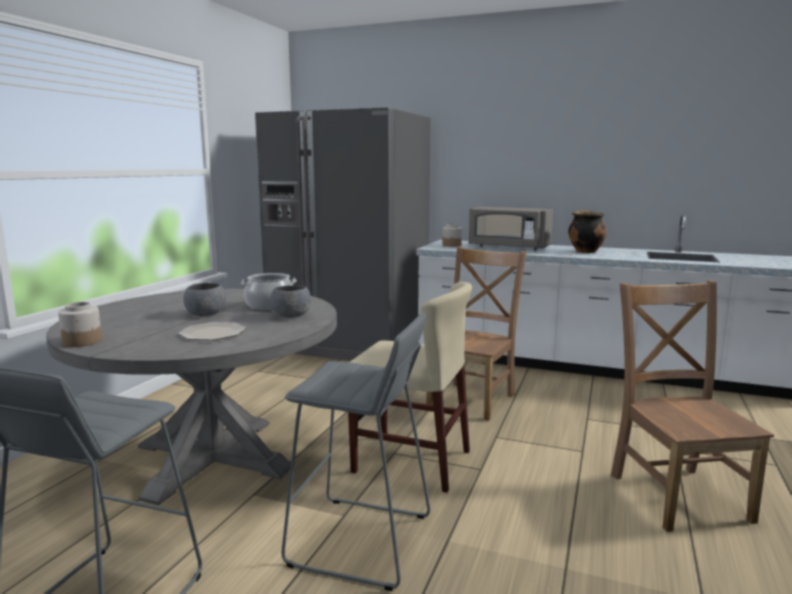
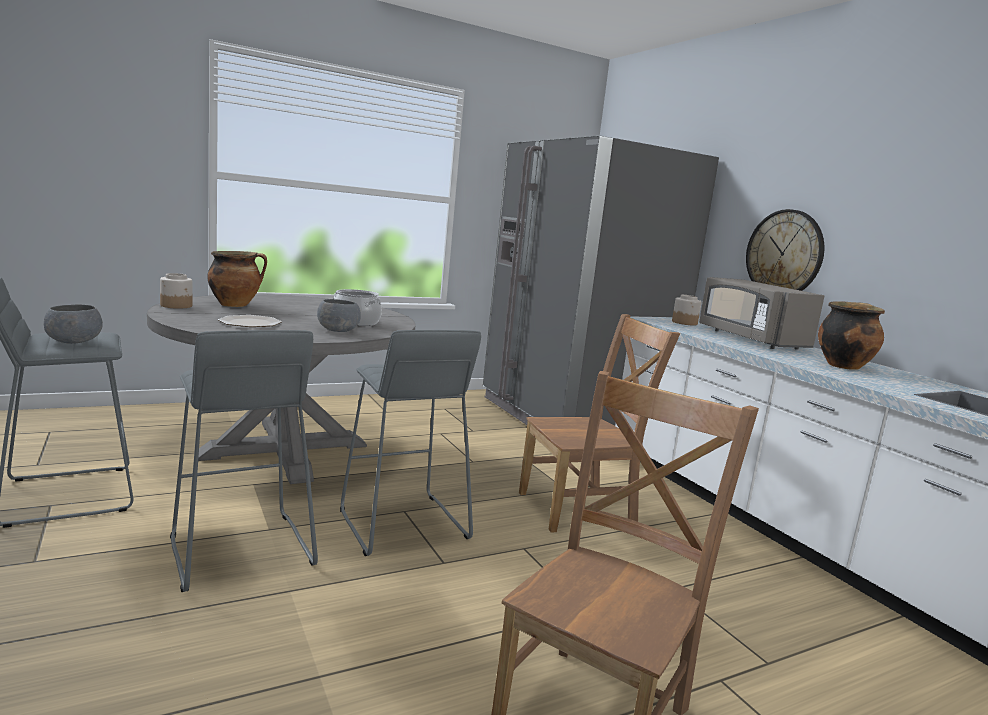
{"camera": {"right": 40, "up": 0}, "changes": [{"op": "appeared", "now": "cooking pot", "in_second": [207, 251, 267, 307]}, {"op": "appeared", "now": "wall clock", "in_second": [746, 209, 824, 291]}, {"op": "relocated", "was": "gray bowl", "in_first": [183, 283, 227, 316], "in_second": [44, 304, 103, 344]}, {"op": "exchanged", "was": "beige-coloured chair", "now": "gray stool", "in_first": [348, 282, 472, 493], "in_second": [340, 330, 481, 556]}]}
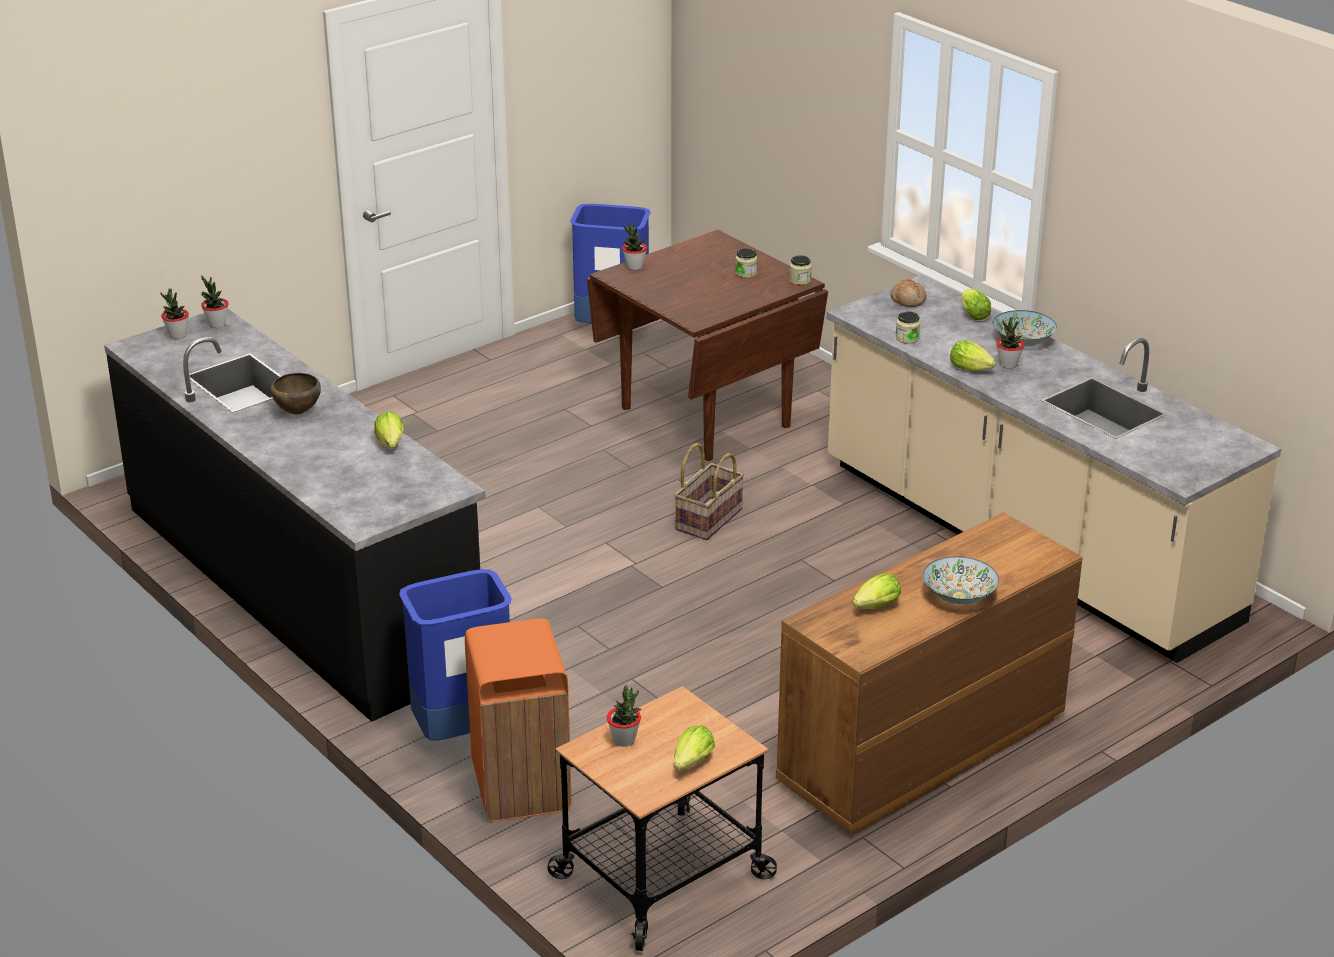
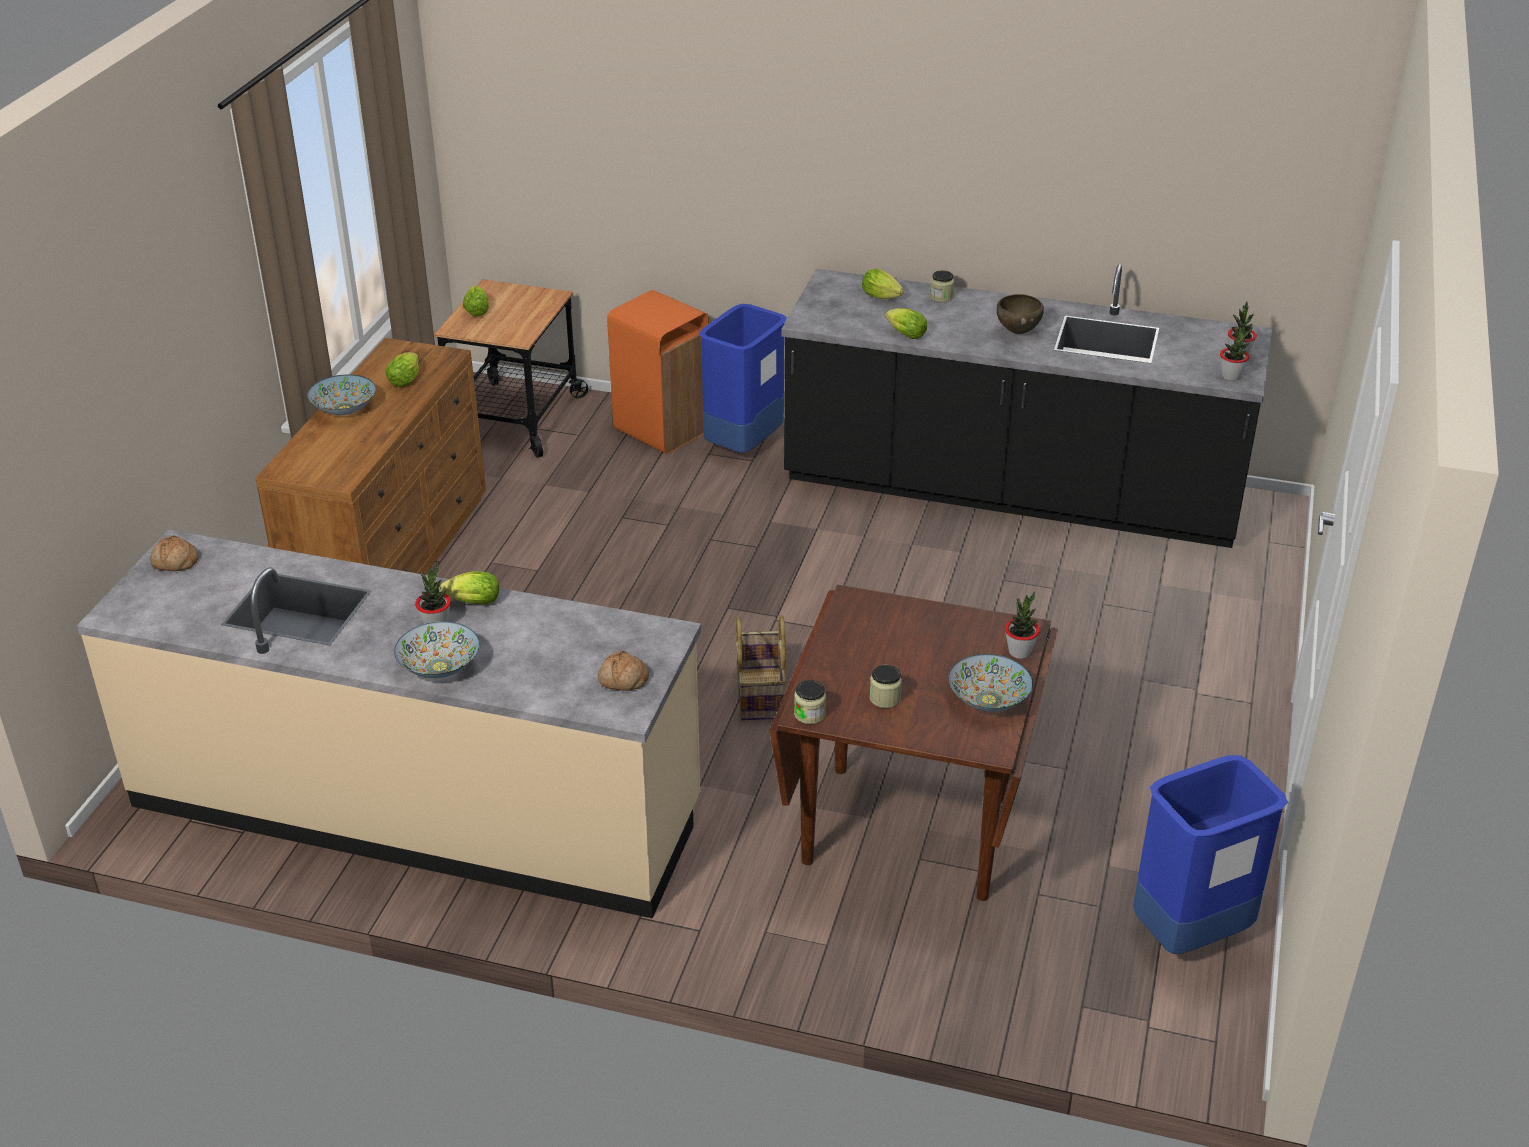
{"camera": {"right": 145, "up": 5}, "changes": [{"op": "missing", "was": "plant in a pot", "in_first": [607, 685, 641, 747]}, {"op": "appeared", "now": "bakery bread", "in_second": [150, 535, 199, 571]}, {"op": "appeared", "now": "bowl", "in_second": [948, 654, 1033, 712]}, {"op": "relocated", "was": "storage jar", "in_first": [896, 312, 920, 344], "in_second": [930, 270, 954, 302]}, {"op": "relocated", "was": "lettuce", "in_first": [962, 289, 991, 320], "in_second": [862, 268, 904, 299]}]}
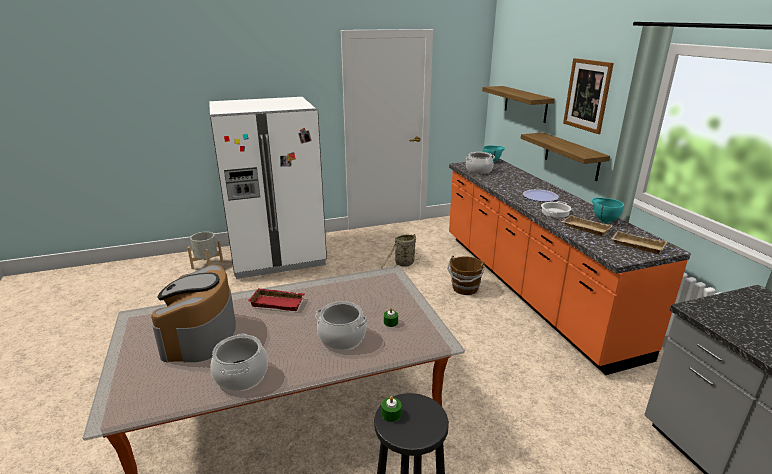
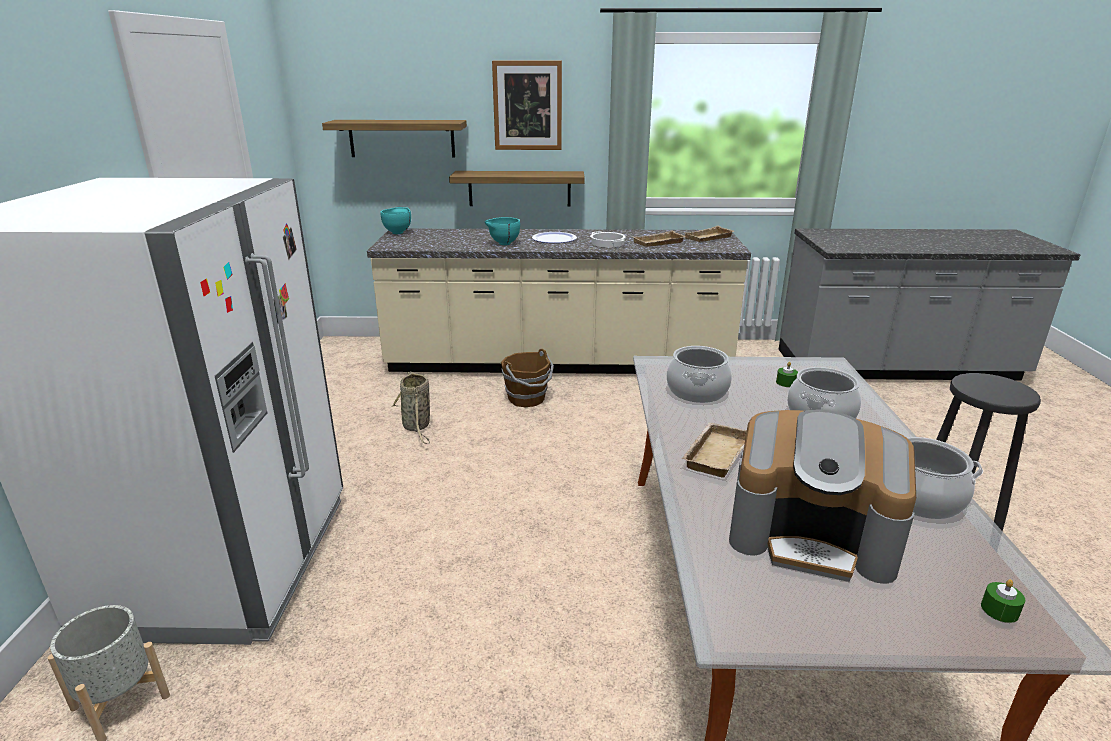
{"camera": {"right": -70, "up": 0}, "changes": [{"op": "relocated", "was": "green wax candle", "in_first": [382, 396, 402, 422], "in_second": [981, 579, 1025, 623]}, {"op": "relocated", "was": "cooking pot", "in_first": [465, 152, 495, 174], "in_second": [667, 346, 732, 403]}, {"op": "relocated", "was": "turquoise-coloured bowl", "in_first": [592, 197, 624, 223], "in_second": [485, 217, 520, 245]}, {"op": "colour", "was": "red serving tray", "now": "beige-coloured serving tray", "in_first": [248, 288, 305, 311], "in_second": [682, 422, 747, 478]}, {"op": "colour", "was": "orange counter", "now": "beige-coloured counter", "in_first": [449, 159, 691, 375], "in_second": [367, 229, 751, 374]}]}
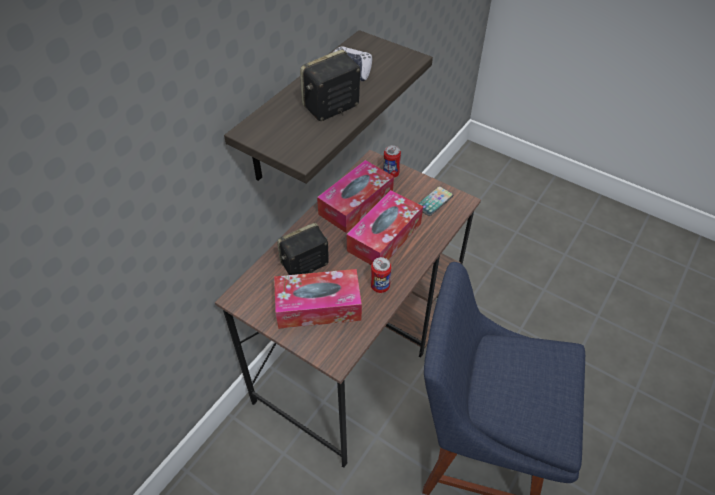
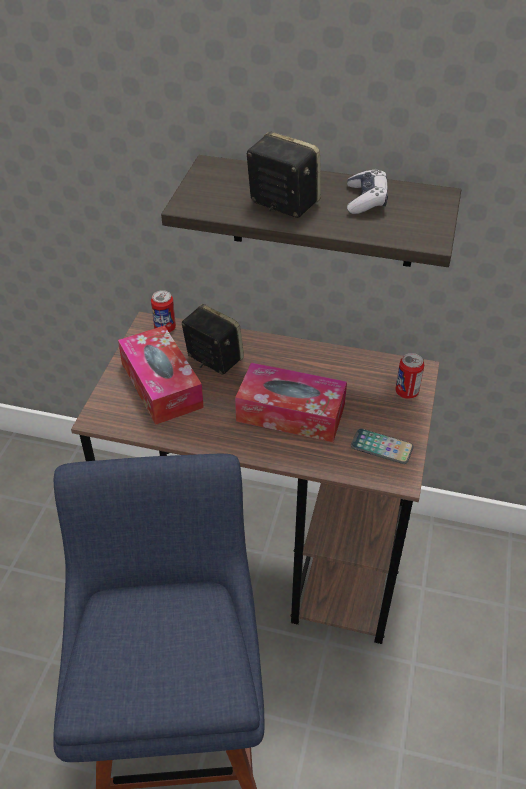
{"camera": {"right": 70, "up": -5}, "changes": [{"op": "missing", "was": "tissue holder", "in_first": [317, 160, 394, 233]}, {"op": "relocated", "was": "can", "in_first": [371, 257, 391, 293], "in_second": [151, 290, 176, 332]}]}
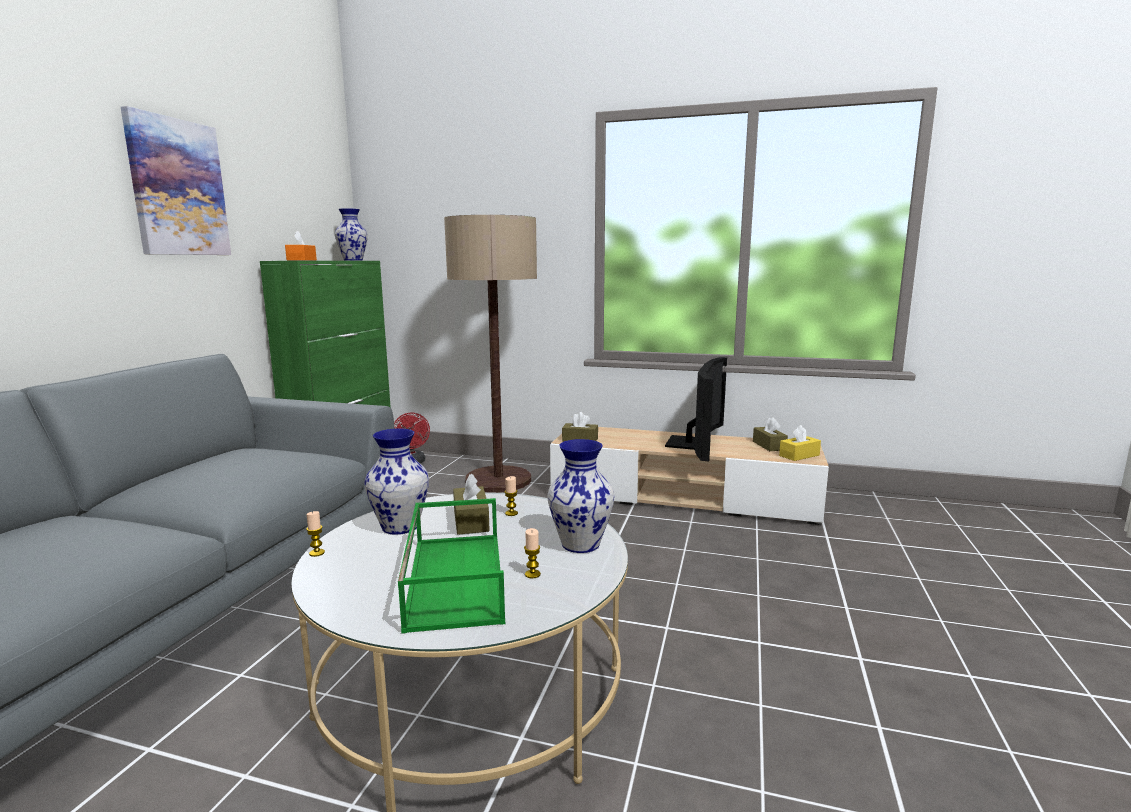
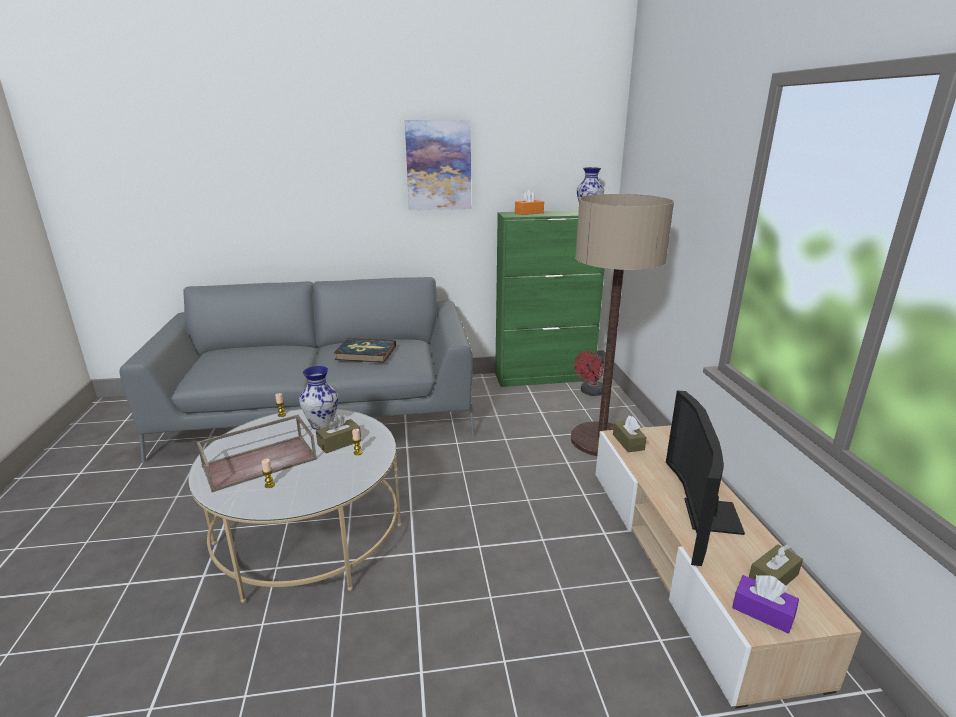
{"camera": {"right": 65, "up": 10}, "changes": [{"op": "missing", "was": "flower vase", "in_first": [547, 439, 614, 553]}, {"op": "appeared", "now": "volume", "in_second": [334, 338, 396, 363]}, {"op": "colour", "was": "green serving tray", "now": "brown serving tray", "in_first": [398, 498, 505, 633], "in_second": [196, 415, 317, 492]}, {"op": "colour", "was": "yellow tissue holder", "now": "purple tissue holder", "in_first": [779, 425, 821, 461], "in_second": [732, 575, 799, 634]}, {"op": "spun", "was": "TV", "in_first": [665, 357, 727, 462], "in_second": [666, 390, 745, 566], "clockwise": 105}]}
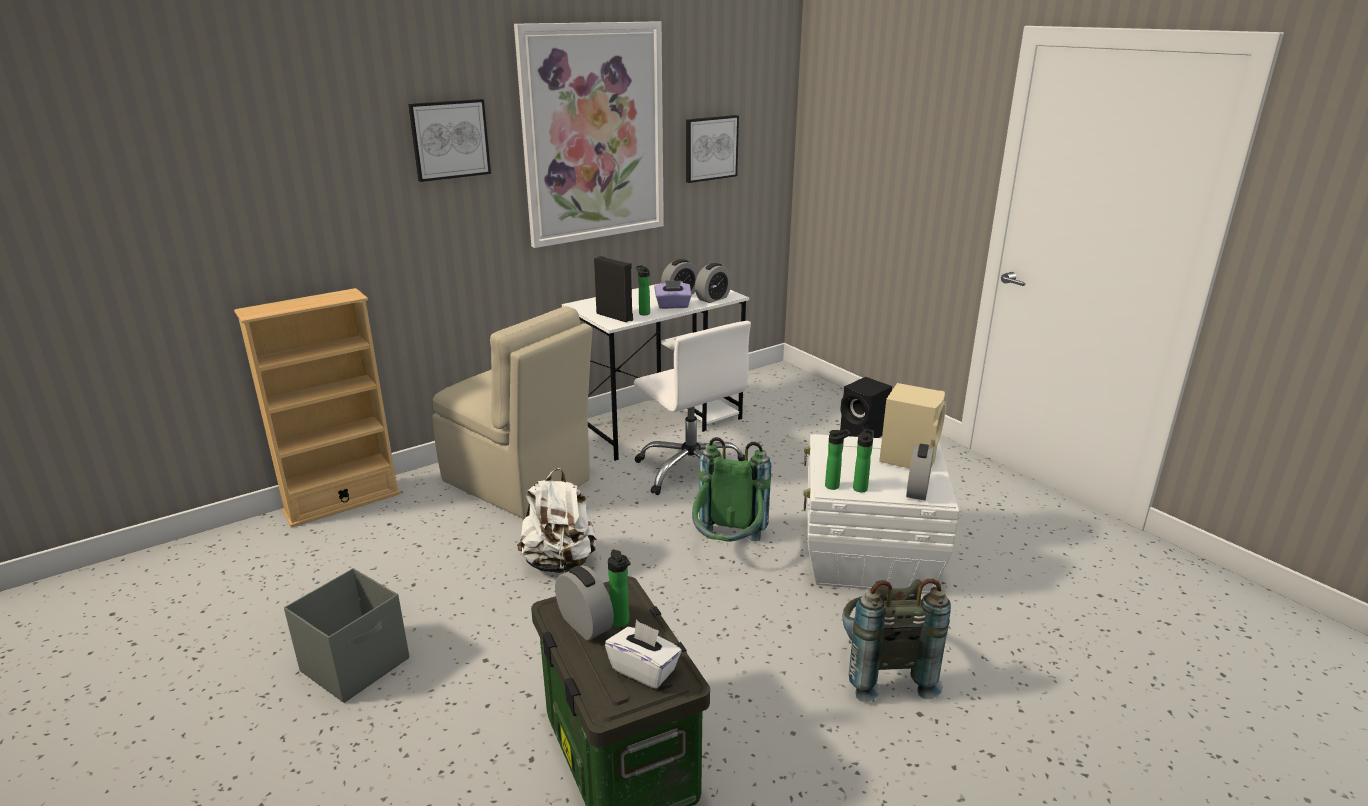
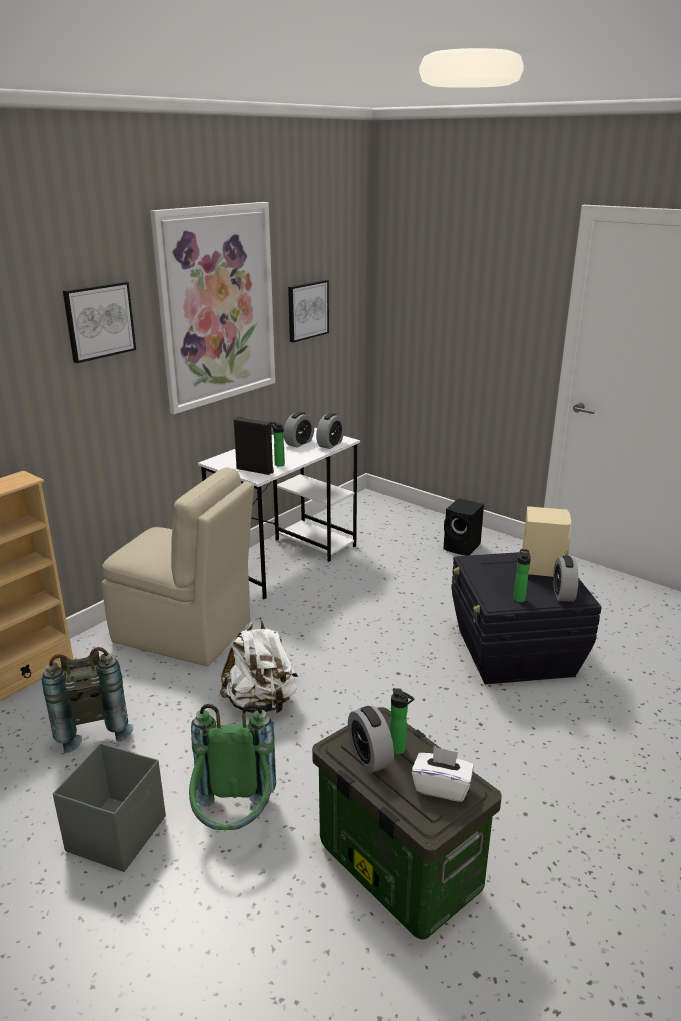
{"camera": {"right": -15, "up": 0}, "changes": [{"op": "missing", "was": "white computer chair", "in_first": [634, 321, 751, 495]}, {"op": "missing", "was": "purple tissue holder", "in_first": [654, 280, 692, 309]}, {"op": "missing", "was": "beverage bottle", "in_first": [825, 429, 851, 490]}, {"op": "relocated", "was": "green backpack", "in_first": [692, 437, 771, 542], "in_second": [189, 704, 276, 830]}, {"op": "relocated", "was": "gray backpack", "in_first": [843, 579, 951, 702], "in_second": [42, 647, 133, 753]}, {"op": "colour", "was": "white storage box", "now": "black-coloured storage box", "in_first": [803, 434, 959, 594], "in_second": [451, 552, 602, 684]}, {"op": "spun", "was": "bedside clock", "in_first": [555, 565, 614, 641], "in_second": [348, 706, 394, 773], "clockwise": -150}]}
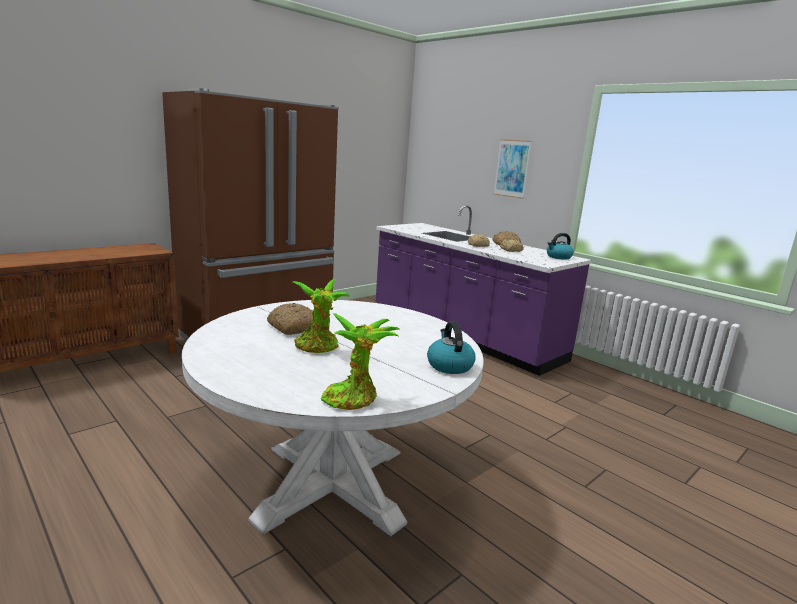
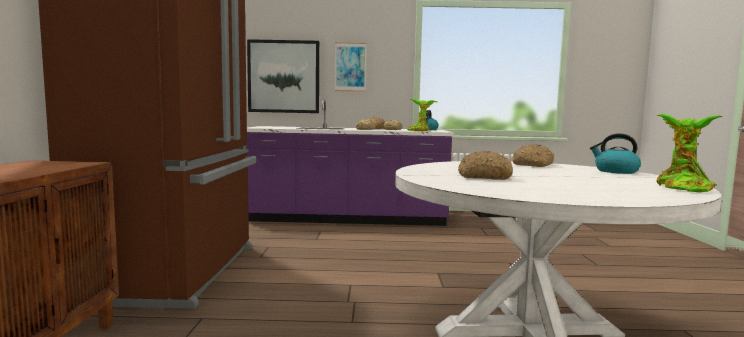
{"camera": {"right": -45, "up": -10}, "changes": [{"op": "appeared", "now": "wall art", "in_second": [247, 39, 319, 113]}, {"op": "appeared", "now": "bakery bread", "in_second": [513, 144, 554, 167]}, {"op": "relocated", "was": "plant in a pot", "in_first": [293, 279, 351, 353], "in_second": [407, 99, 437, 131]}]}
